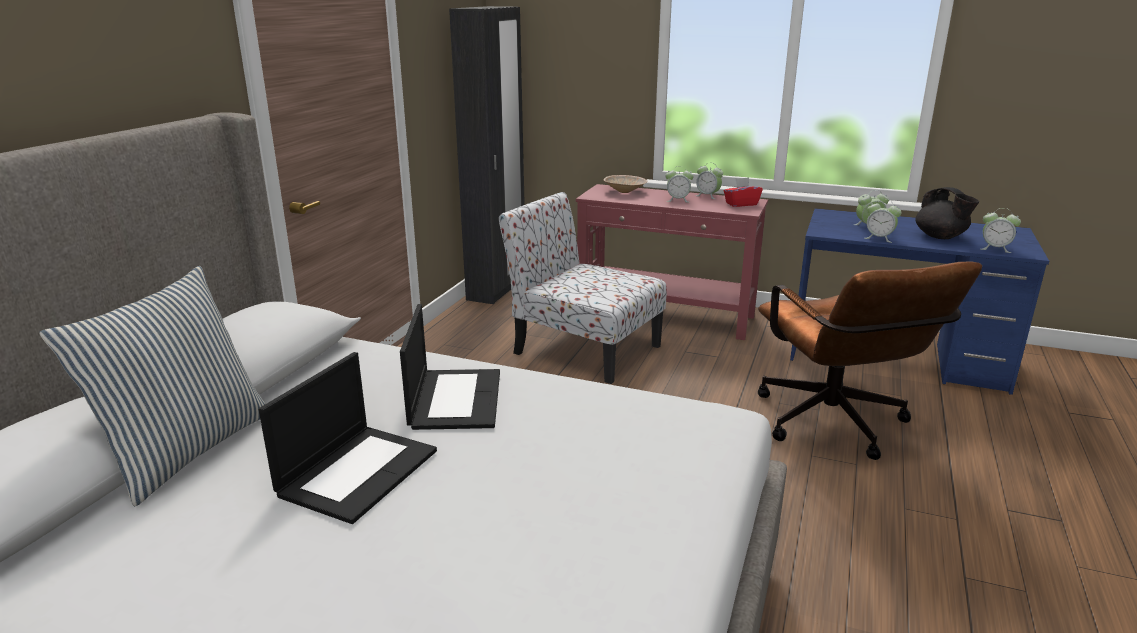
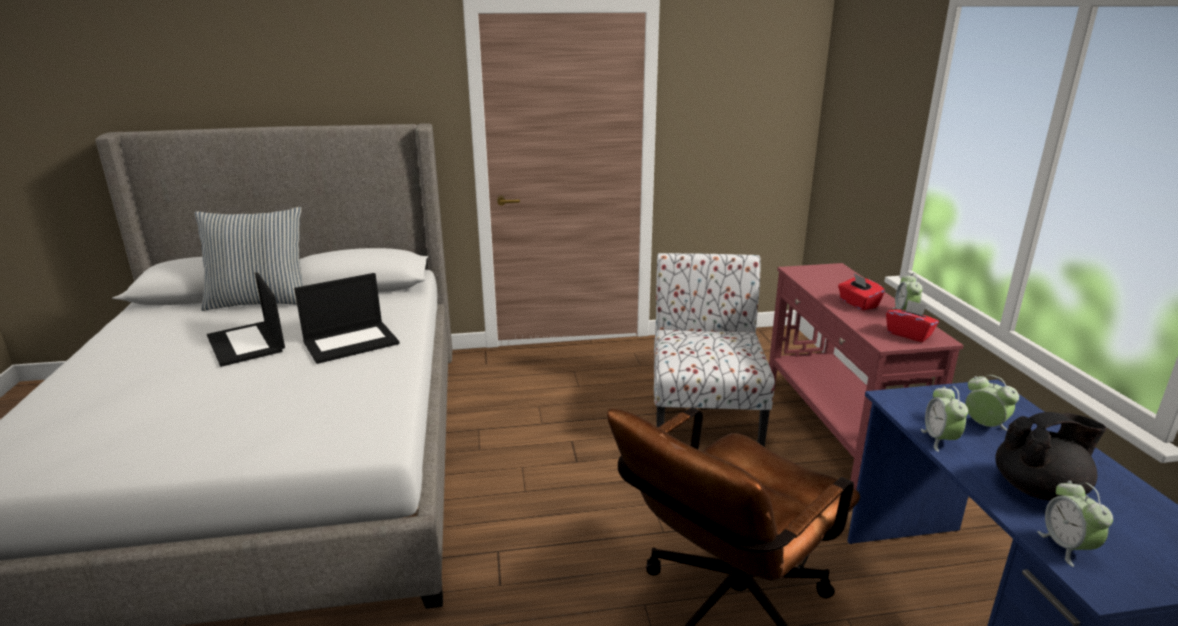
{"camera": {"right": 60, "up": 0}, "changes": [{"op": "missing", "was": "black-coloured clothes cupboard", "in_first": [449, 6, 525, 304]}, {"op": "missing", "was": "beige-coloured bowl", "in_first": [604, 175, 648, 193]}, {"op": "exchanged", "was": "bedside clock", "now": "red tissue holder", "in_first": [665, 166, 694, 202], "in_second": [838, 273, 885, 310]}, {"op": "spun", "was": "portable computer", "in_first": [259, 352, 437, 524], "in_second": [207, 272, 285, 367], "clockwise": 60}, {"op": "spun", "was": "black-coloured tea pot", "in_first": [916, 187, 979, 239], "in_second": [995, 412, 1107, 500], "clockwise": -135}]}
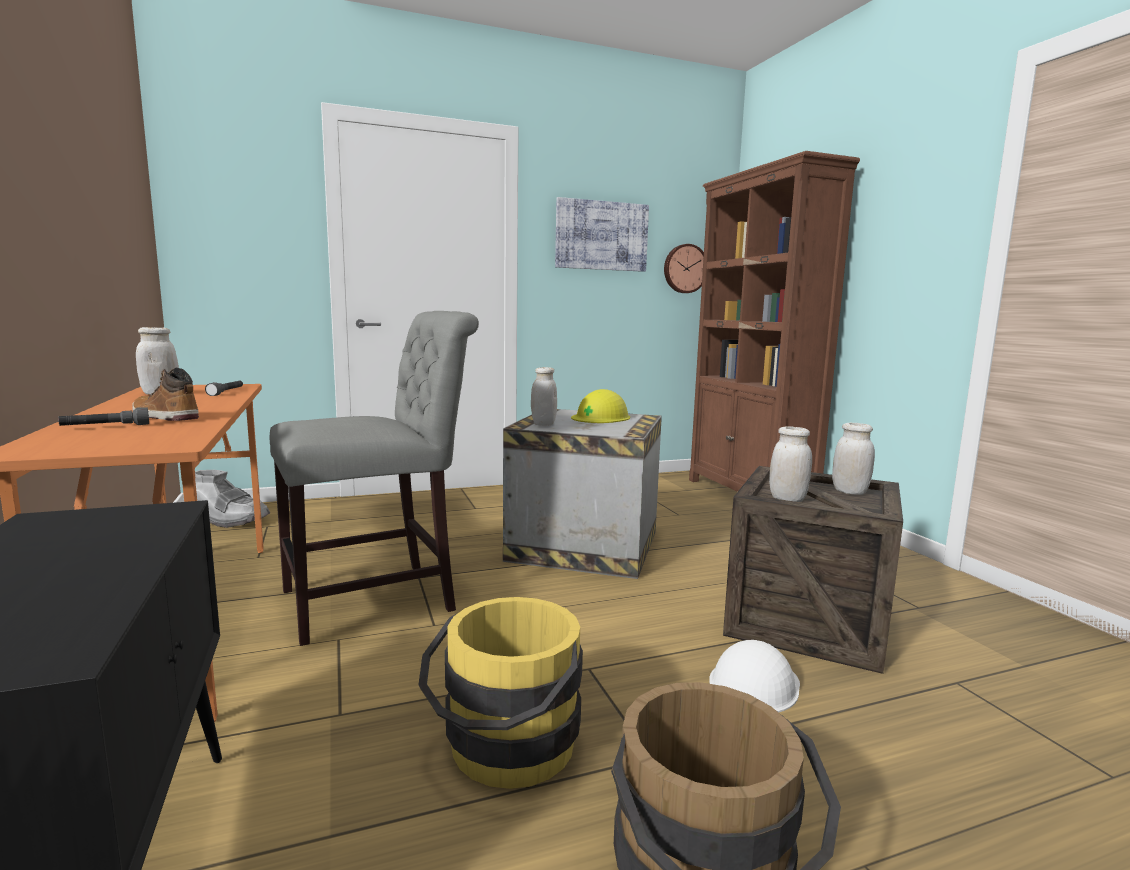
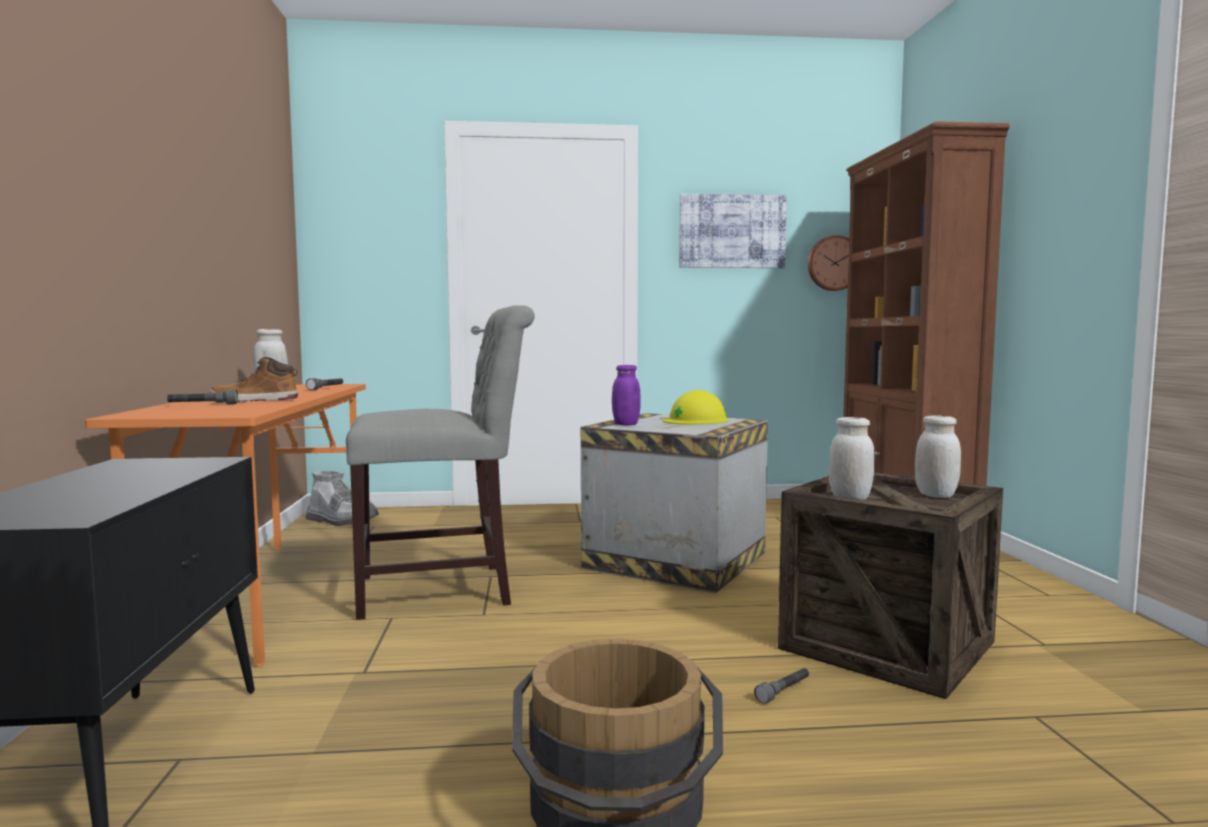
{"camera": {"right": 15, "up": -5}, "changes": [{"op": "missing", "was": "yellow pail", "in_first": [418, 597, 583, 789]}, {"op": "exchanged", "was": "white safety helmet", "now": "gray hand torch", "in_first": [709, 640, 800, 713], "in_second": [754, 668, 809, 704]}, {"op": "colour", "was": "white storage jar", "now": "purple storage jar", "in_first": [531, 367, 557, 426], "in_second": [612, 365, 641, 425]}, {"op": "spun", "was": "boot", "in_first": [132, 368, 199, 421], "in_second": [210, 357, 298, 402], "clockwise": -60}]}
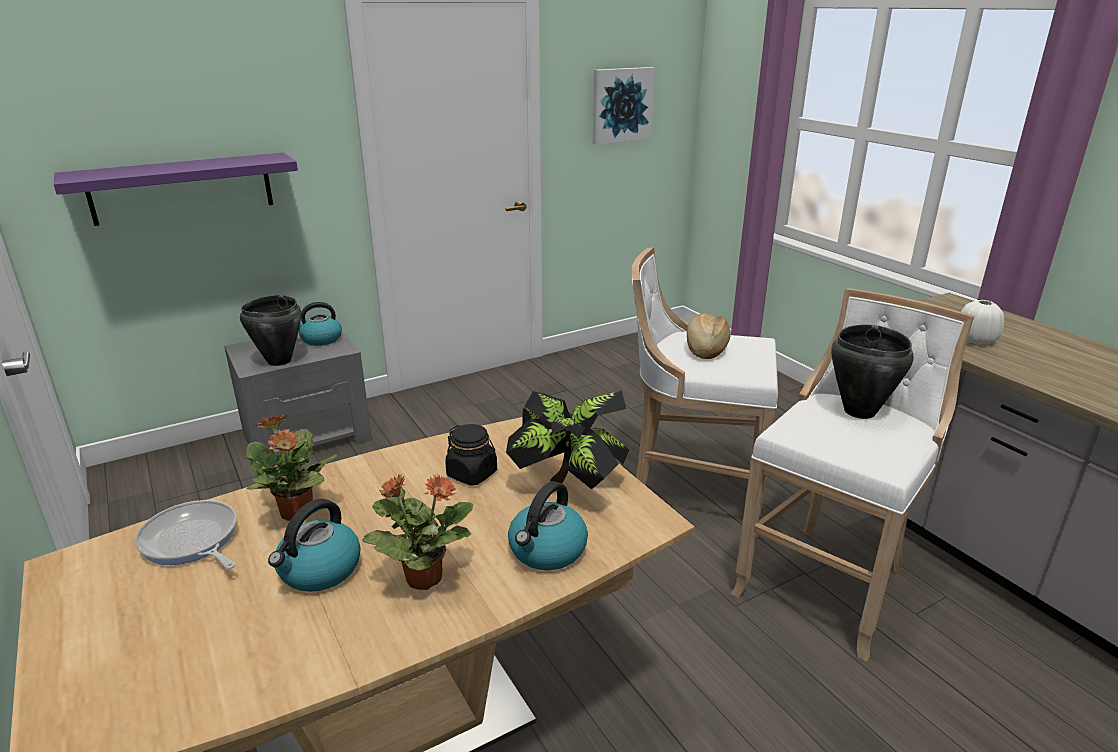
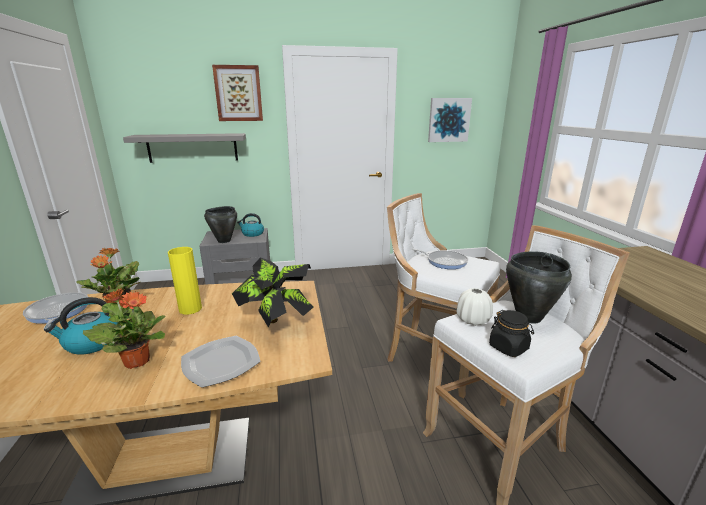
{"camera": {"right": 20, "up": -5}, "changes": [{"op": "appeared", "now": "yellow flower vase", "in_second": [168, 247, 202, 315]}, {"op": "appeared", "now": "wall art", "in_second": [212, 65, 263, 121]}, {"op": "relocated", "was": "black-coloured storage jar", "in_first": [445, 424, 497, 486], "in_second": [489, 310, 534, 357]}, {"op": "relocated", "was": "white flower vase", "in_first": [961, 300, 1004, 345], "in_second": [457, 288, 493, 326]}, {"op": "exchanged", "was": "water kettle", "now": "plate", "in_first": [508, 481, 588, 570], "in_second": [181, 336, 261, 388]}, {"op": "exchanged", "was": "bakery bread", "now": "skillet", "in_first": [687, 313, 730, 359], "in_second": [412, 248, 468, 269]}, {"op": "colour", "was": "purple wall shelf", "now": "gray wall shelf", "in_first": [54, 153, 298, 226], "in_second": [123, 133, 246, 163]}]}
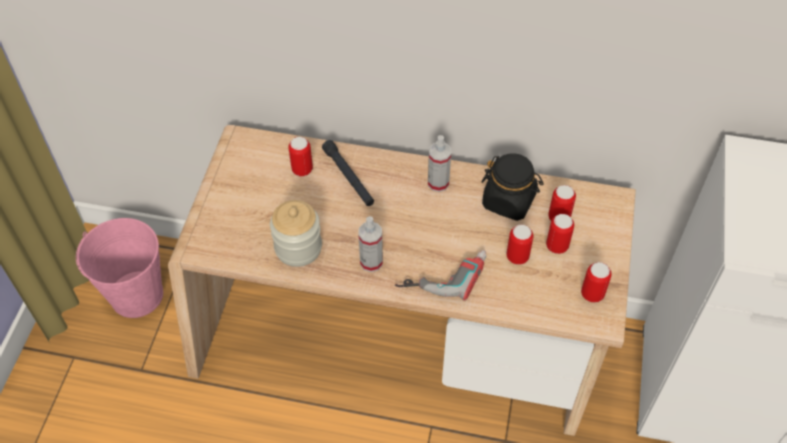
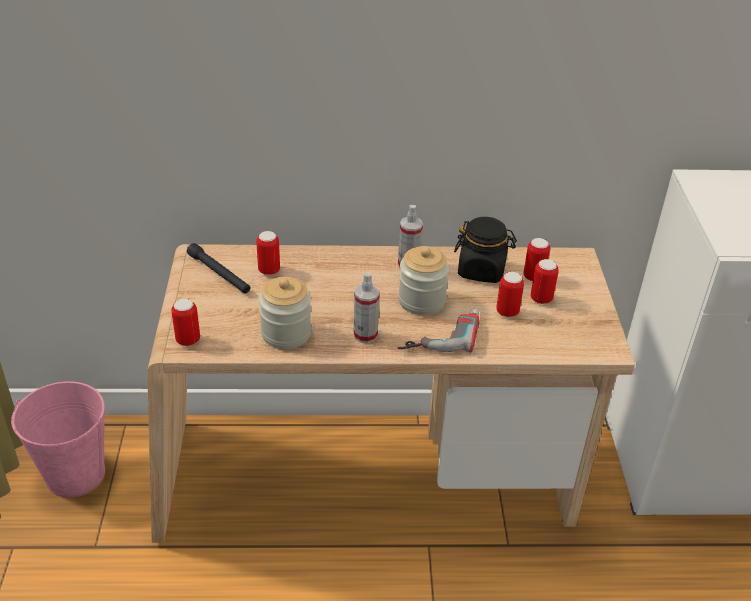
{"camera": {"right": -15, "up": -15}, "changes": [{"op": "appeared", "now": "storage jar", "in_second": [398, 246, 449, 315]}, {"op": "relocated", "was": "black-coloured hand torch", "in_first": [322, 140, 374, 206], "in_second": [187, 243, 250, 293]}, {"op": "relocated", "was": "can", "in_first": [581, 262, 612, 303], "in_second": [171, 299, 200, 346]}]}
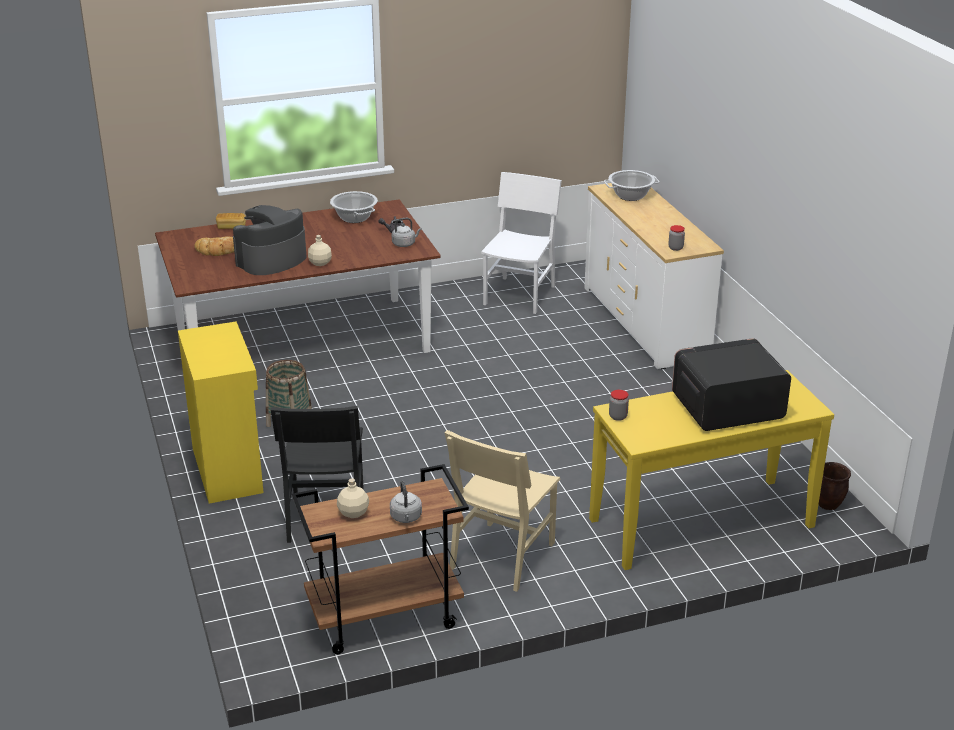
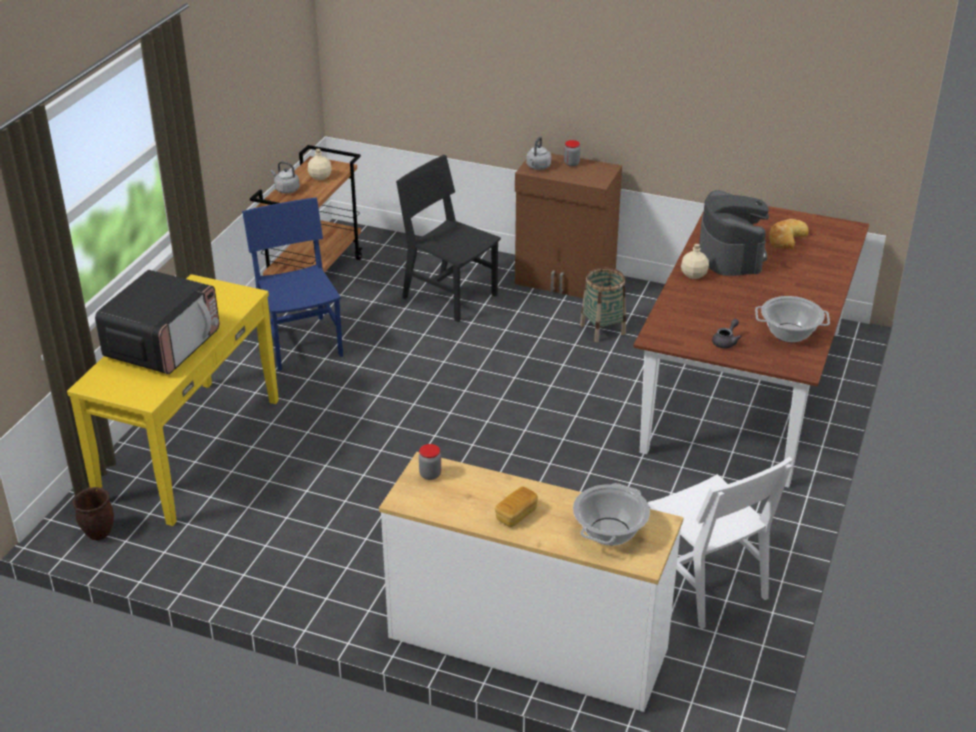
{"camera": {"right": 130, "up": 5}, "changes": [{"op": "relocated", "was": "bakery bread", "in_first": [216, 213, 246, 229], "in_second": [495, 487, 538, 527]}, {"op": "relocated", "was": "gray water kettle", "in_first": [392, 218, 422, 247], "in_second": [526, 137, 551, 170]}, {"op": "relocated", "was": "storage jar", "in_first": [609, 390, 629, 421], "in_second": [564, 140, 580, 167]}, {"op": "colour", "was": "yellow storage cabinet", "now": "brown storage cabinet", "in_first": [178, 321, 264, 504], "in_second": [515, 153, 622, 298]}, {"op": "colour", "was": "beige-coloured chair", "now": "blue-coloured chair", "in_first": [445, 430, 560, 592], "in_second": [242, 197, 343, 371]}]}
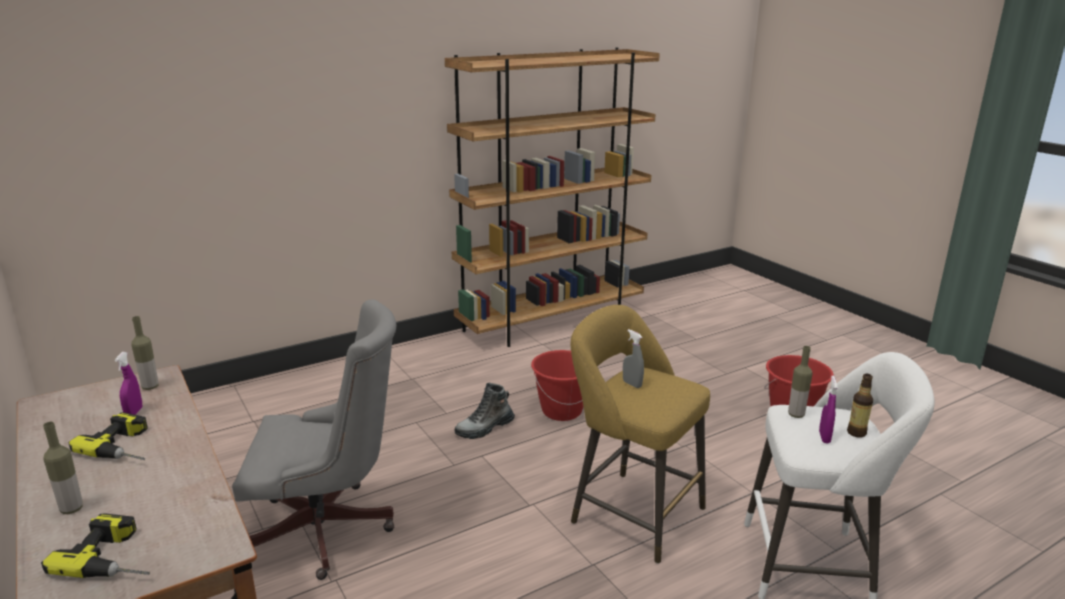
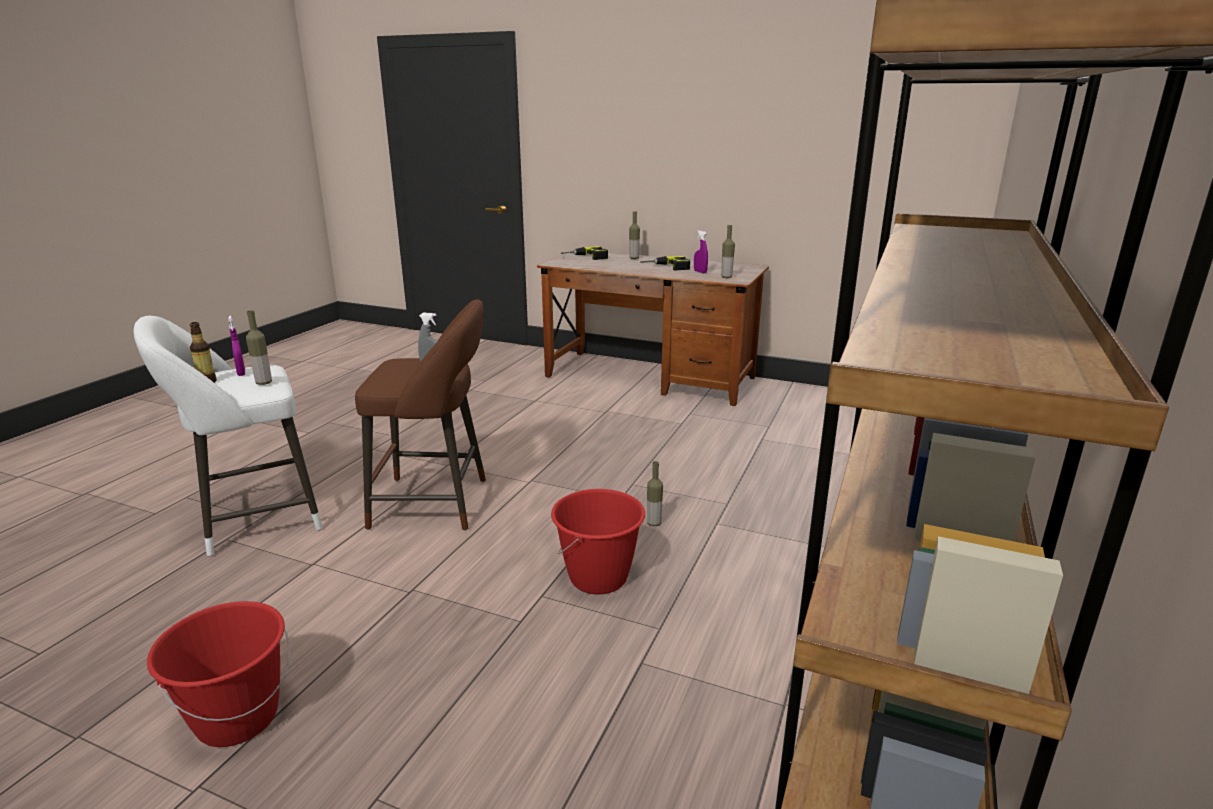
{"camera": {"right": 145, "up": 0}, "changes": [{"op": "missing", "was": "gray computer chair", "in_first": [232, 299, 397, 580]}, {"op": "exchanged", "was": "boot", "now": "beverage bottle", "in_first": [454, 383, 515, 439], "in_second": [647, 461, 663, 526]}, {"op": "colour", "was": "yellow stool", "now": "brown stool", "in_first": [571, 305, 710, 564], "in_second": [355, 299, 486, 531]}]}
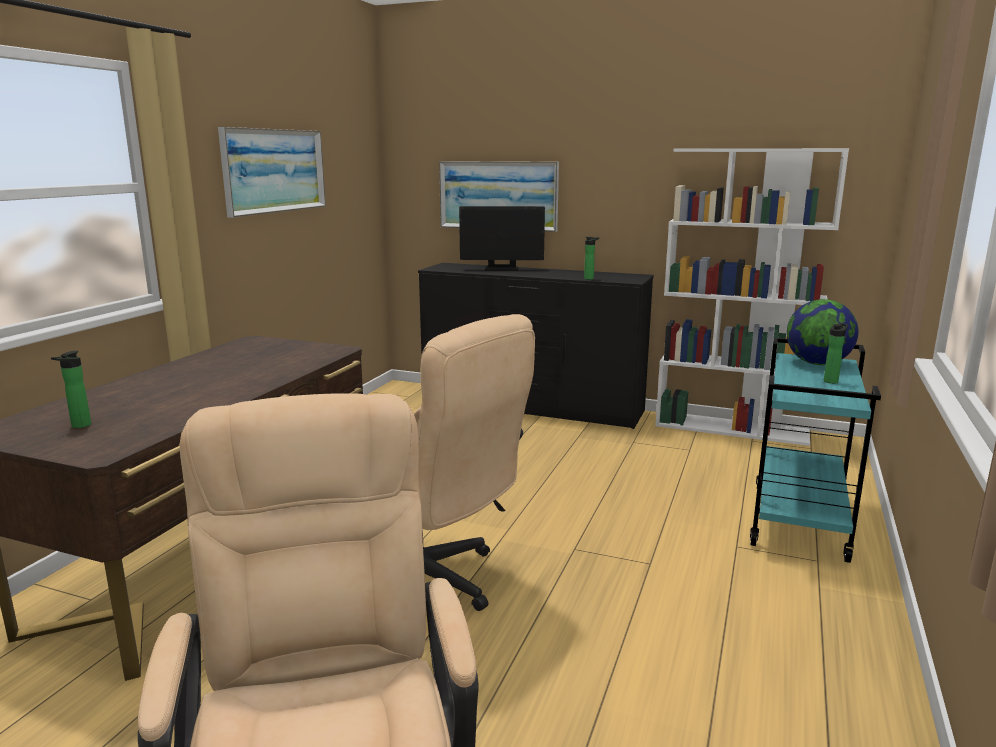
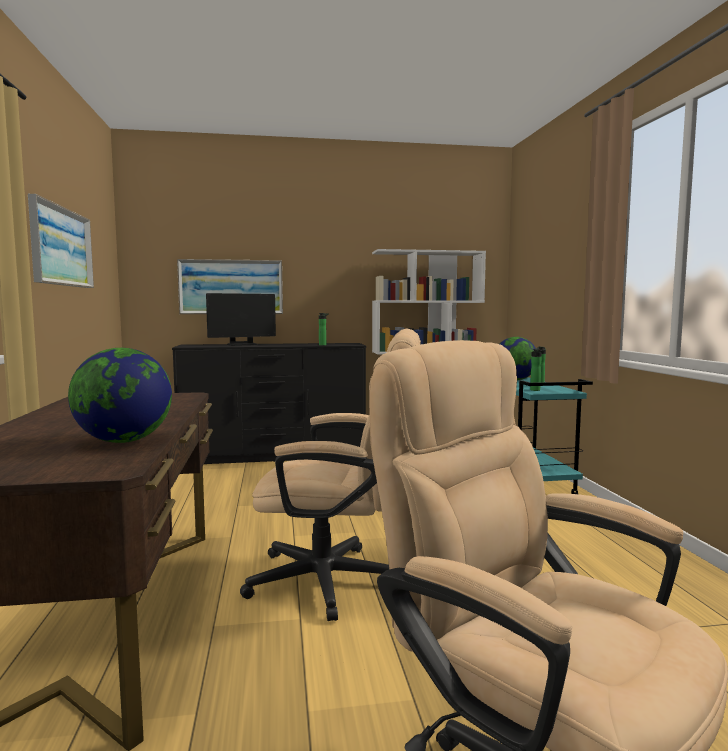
{"camera": {"right": -30, "up": -10}, "changes": [{"op": "appeared", "now": "desk globe", "in_second": [68, 348, 172, 443]}, {"op": "relocated", "was": "beverage bottle", "in_first": [51, 351, 91, 428], "in_second": [530, 349, 543, 391]}]}
